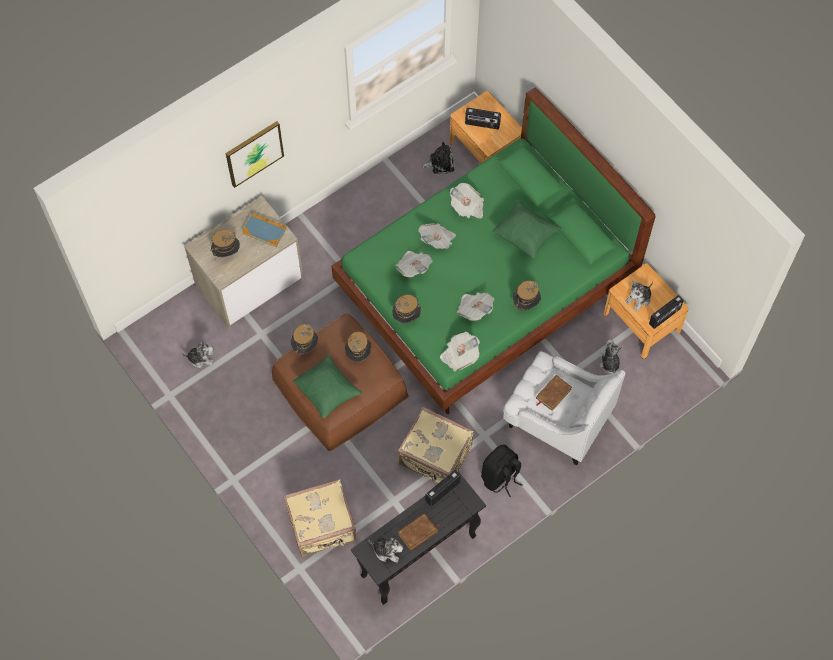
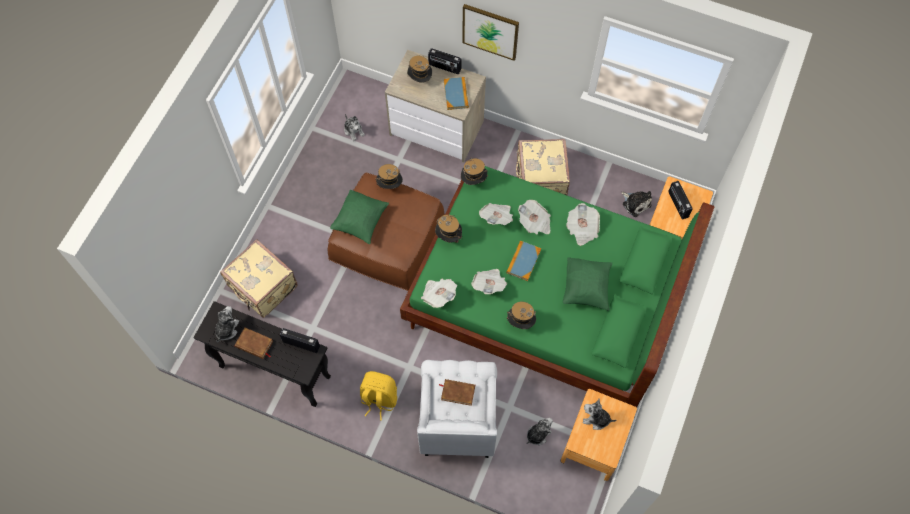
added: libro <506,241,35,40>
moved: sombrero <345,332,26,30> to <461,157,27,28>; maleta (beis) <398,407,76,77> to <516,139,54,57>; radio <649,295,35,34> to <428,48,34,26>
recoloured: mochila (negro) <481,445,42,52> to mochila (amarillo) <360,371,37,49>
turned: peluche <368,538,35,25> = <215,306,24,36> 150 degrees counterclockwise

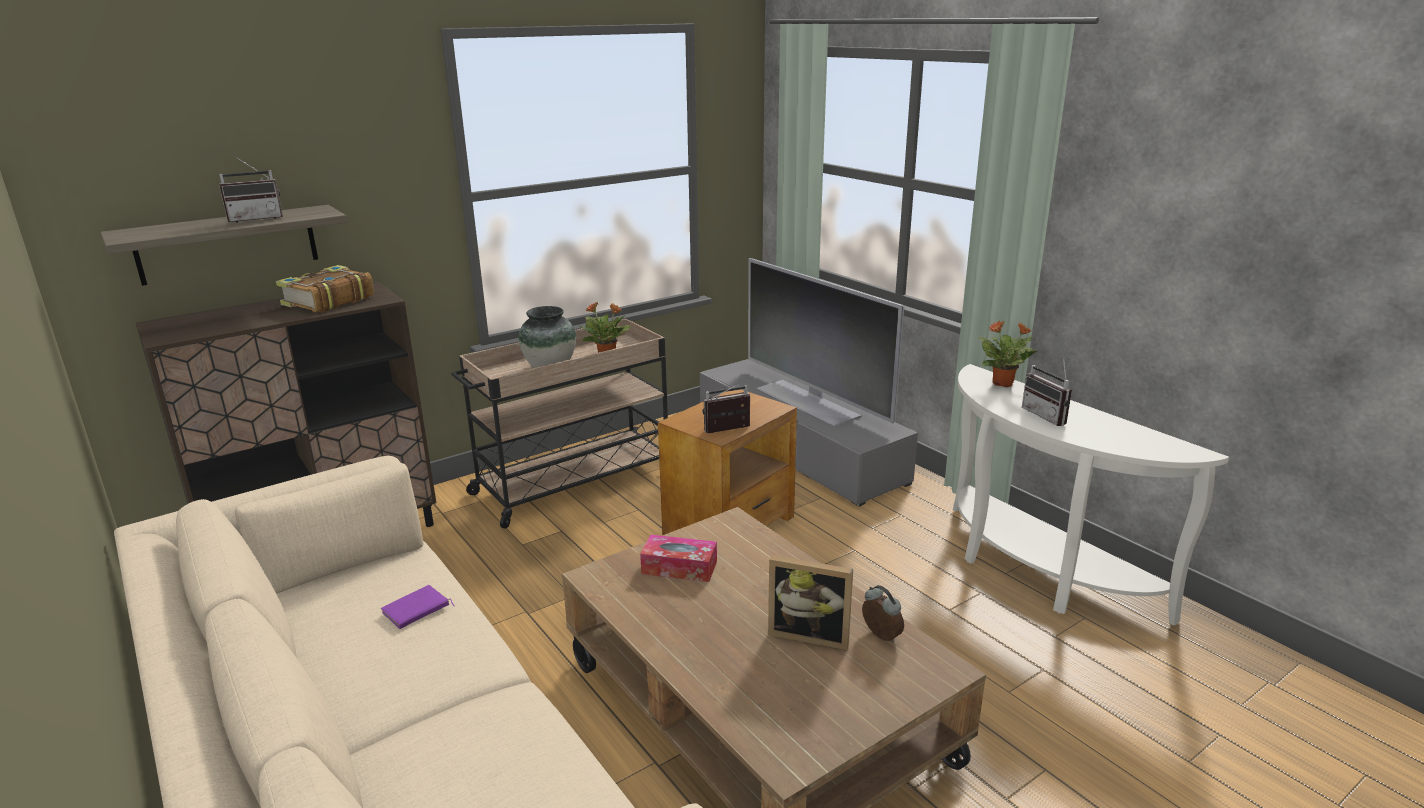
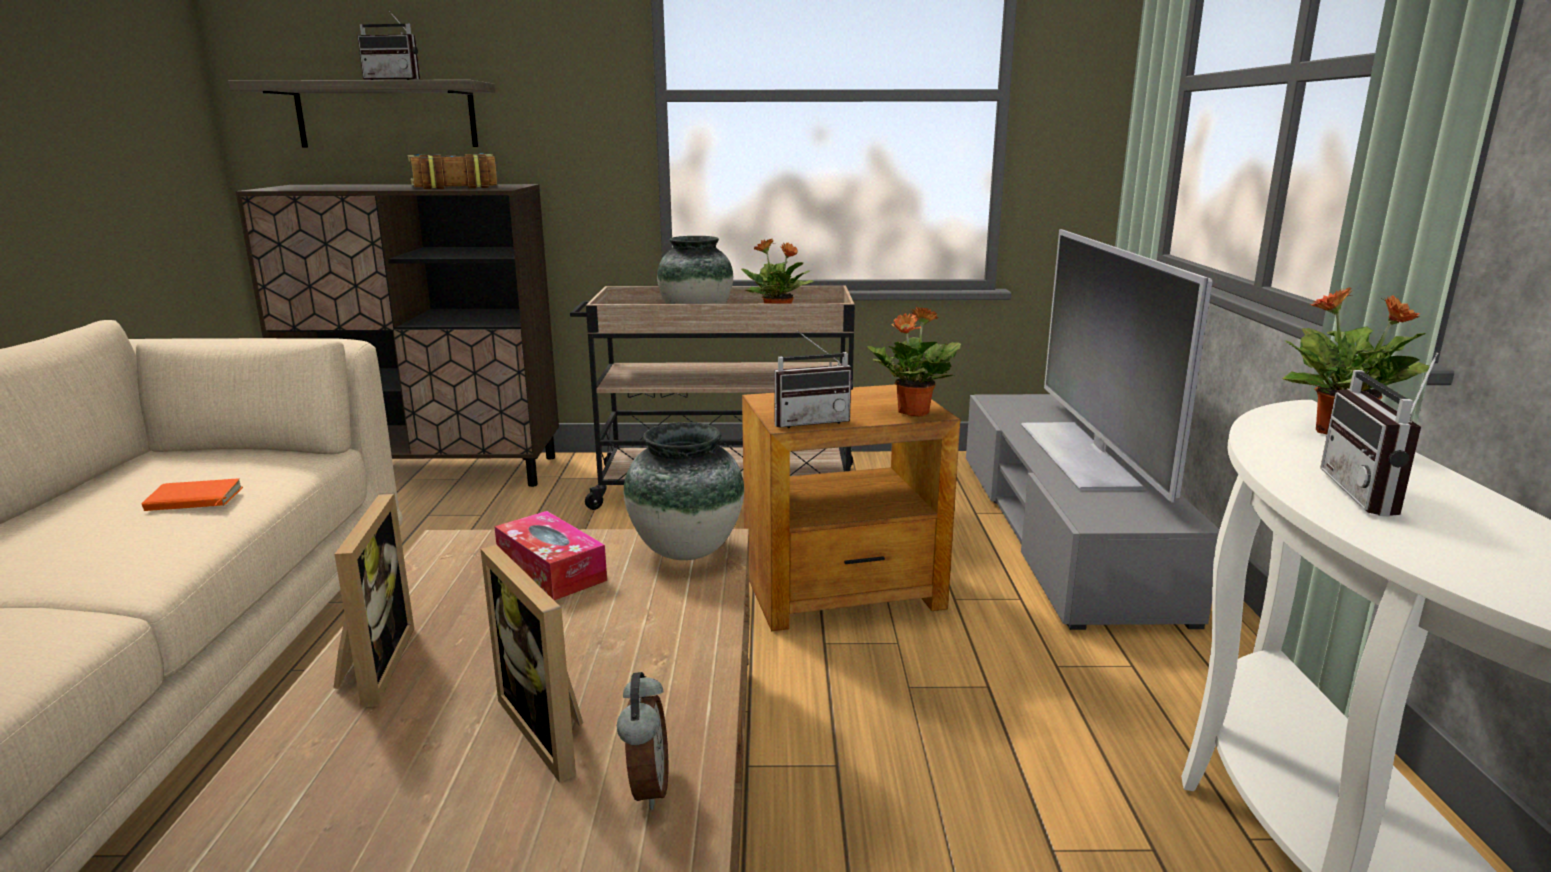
added: portarretratos <334,493,80,214>; florero <624,422,120,138>; planta en maceta <867,306,94,111>
recoloured: libro (morado) <381,585,73,44> to libro (naranja) <142,478,101,33>
turned: radio <702,384,48,49> = <774,330,79,98> 150 degrees clockwise

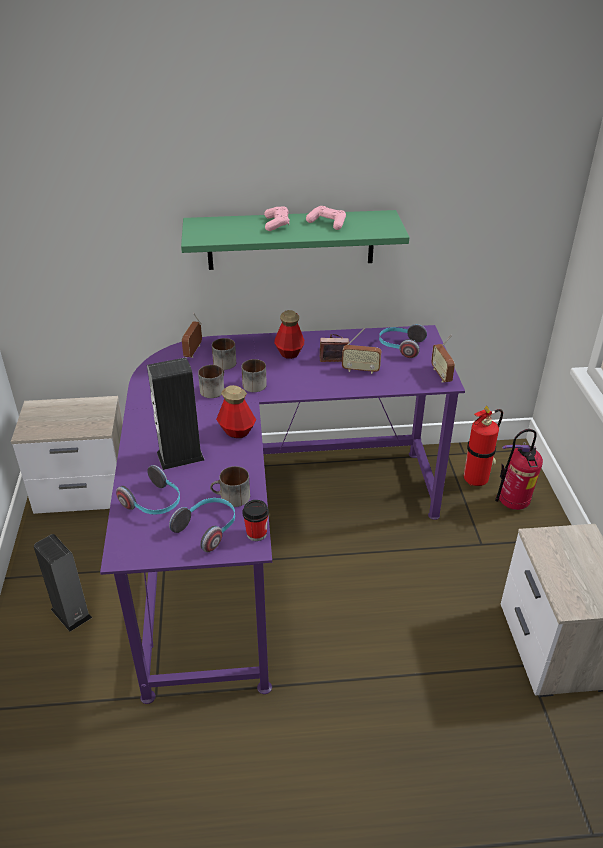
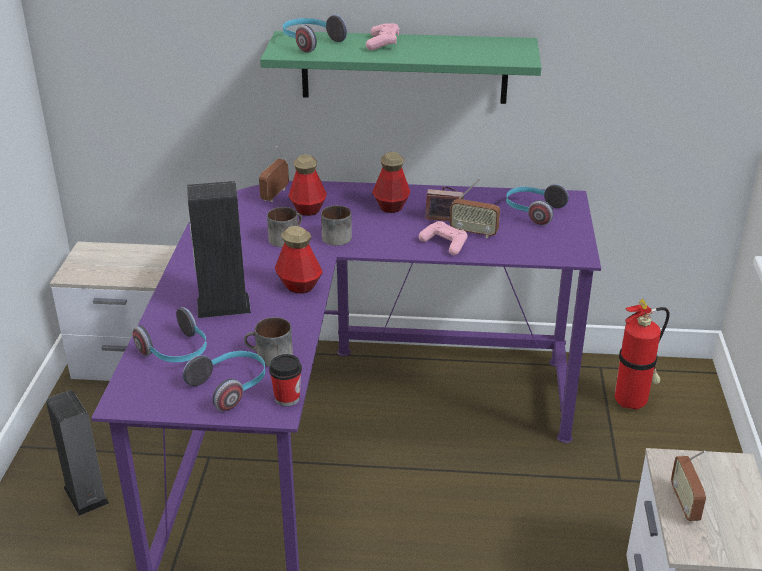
removed: extintor <495,429,48,81>
added: auriculares <283,15,64,38>
moved: mando de consola (rosa) <306,206,40,24> to <419,221,49,34>; radio <431,335,24,48> to <671,450,35,71>
replaced: taza grande <212,338,24,32> to botella <289,154,38,62>

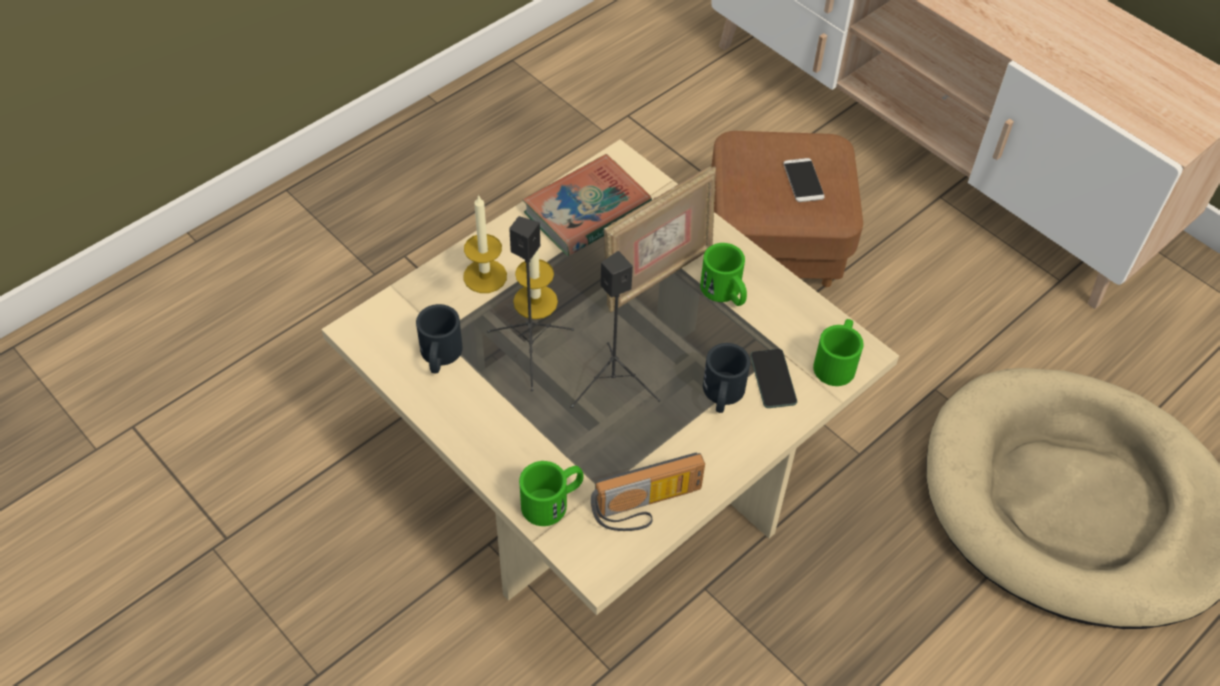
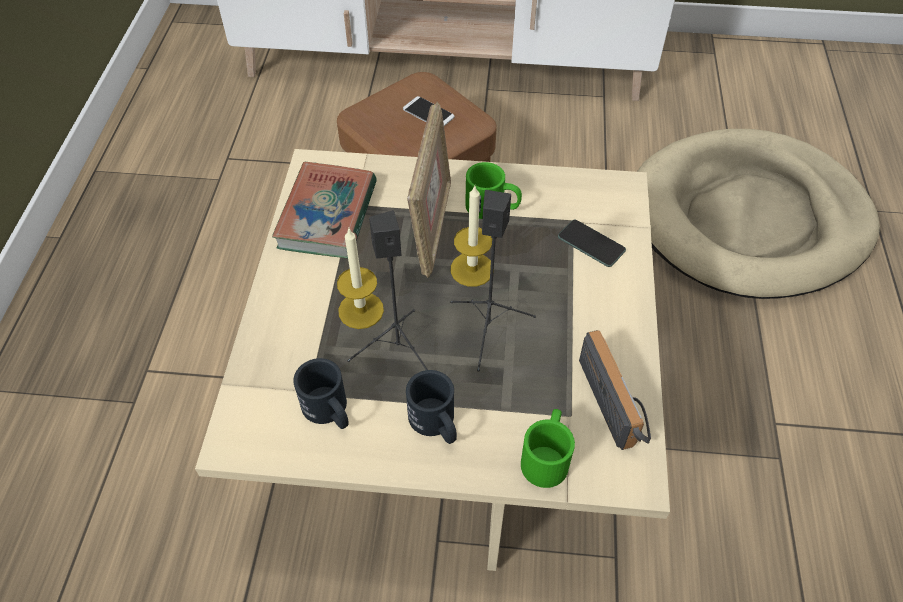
removed: taza grande (verde) <813,319,51,67>
moved: vela <463,194,44,99> to <451,186,43,101>; taza grande (negro) <703,343,47,70> to <406,370,51,74>
turned: radio <591,453,114,78> = <579,330,72,120> 45 degrees counterclockwise

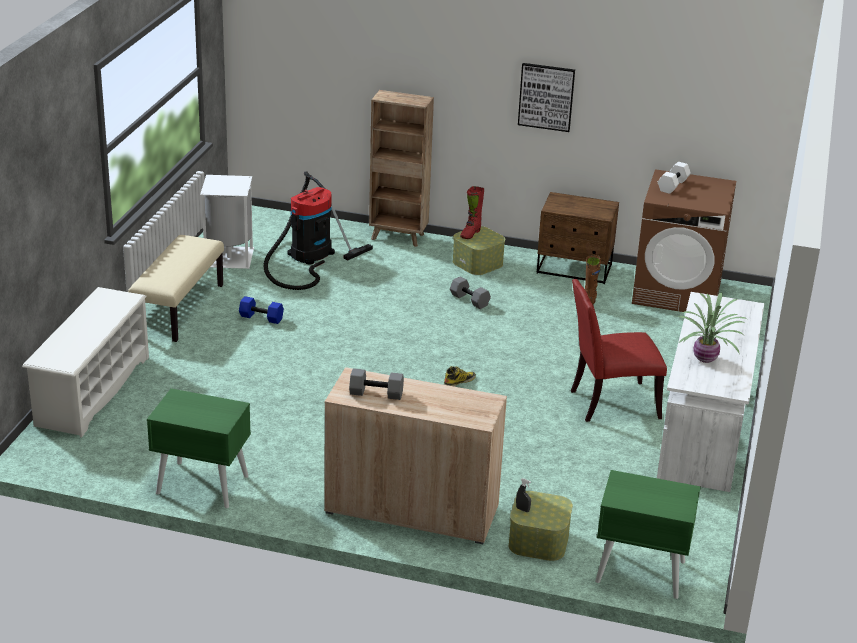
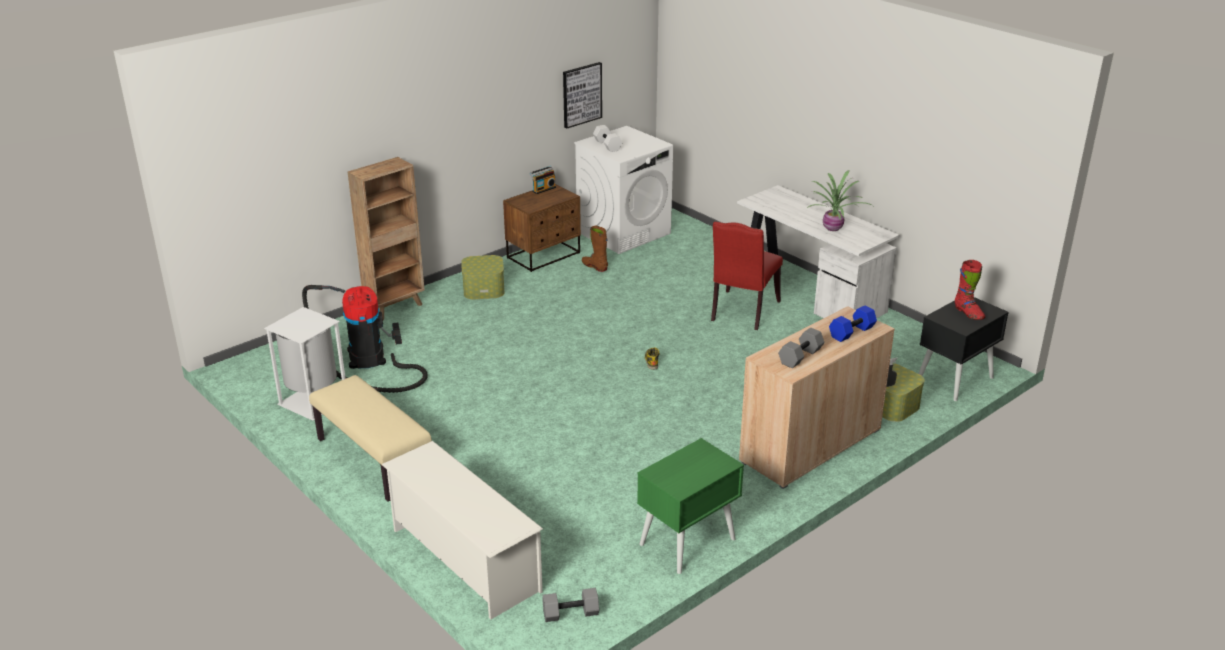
added: radio <530,166,26,28>
moved: mancuerna (azul) <239,296,45,28> to <829,305,48,37>; mancuerna (gris) <450,277,41,32> to <542,588,57,34>; bota (rojo) <460,186,24,53> to <955,260,30,60>; cuadro <518,63,57,69> to <563,62,39,67>
recoloured: mesita de noche (verde) <595,470,106,129> to mesita de noche (negro) <919,297,90,104>; lavadora (marrón) <632,169,104,143> to lavadora (blanco) <574,126,99,128>

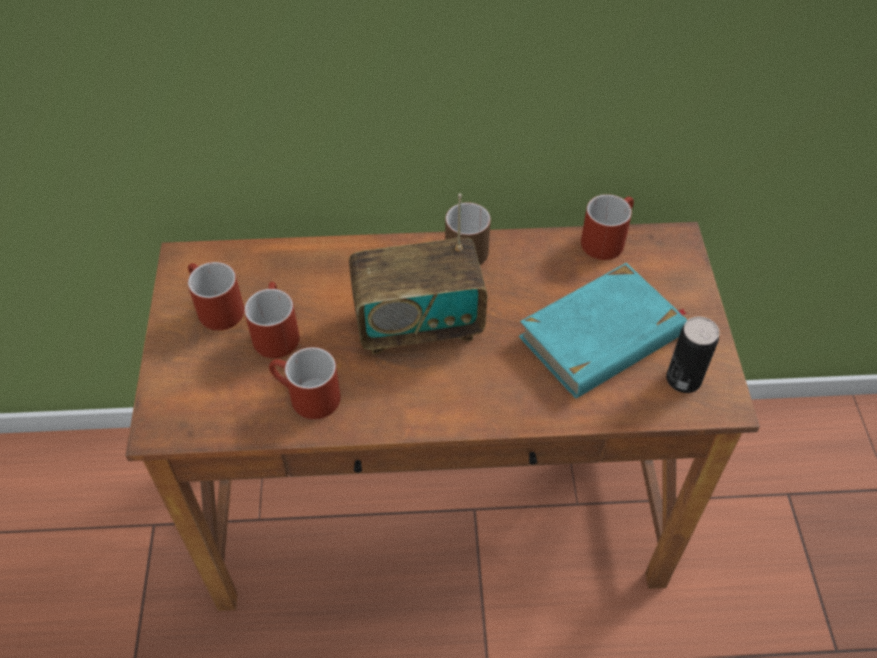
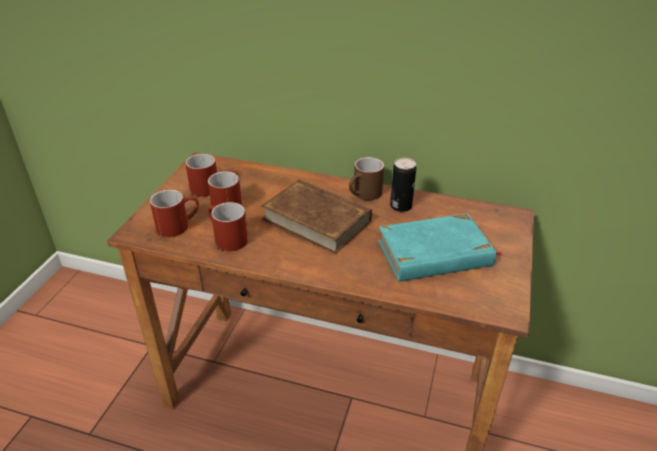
moved: taza grande (rojo) <581,194,53,66> to <150,190,49,47>; lata <666,317,53,76> to <390,158,26,54>
replaced: radio <349,193,138,161> to libro (marrón) <261,179,111,75>

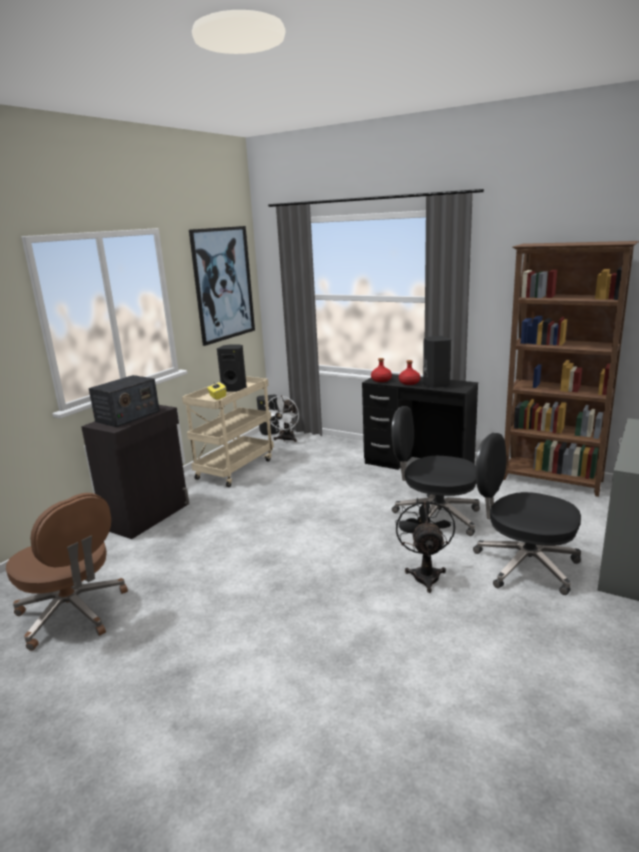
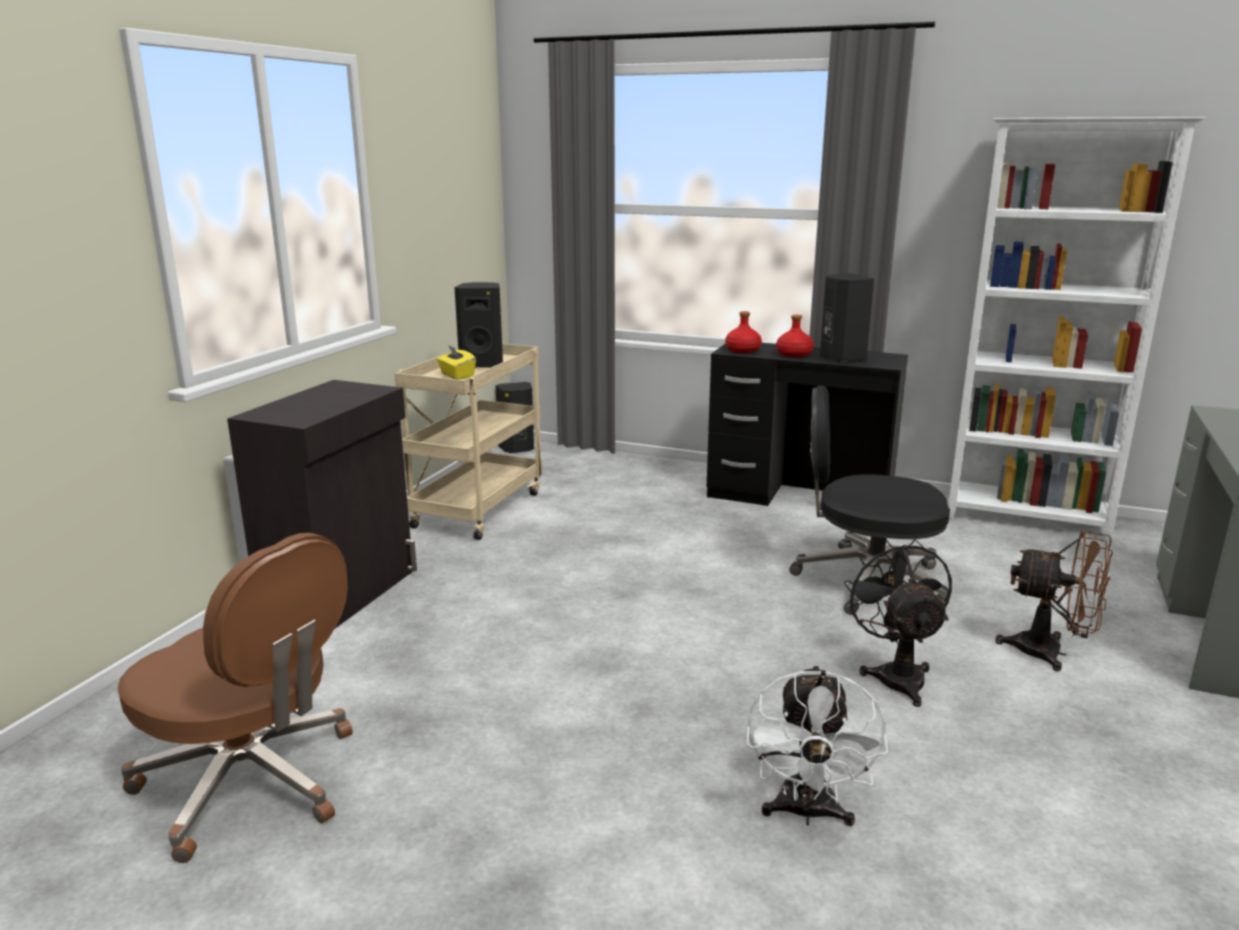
removed: radio <89,375,71,52>; cuadro <189,226,66,120>
moved: ventilador (blanco) <268,396,31,46> to <747,665,141,161>
replaced: silla de oficina (negro) <473,433,108,162> to ventilador (marrón) <995,530,118,142>
recoloured: estantería (marrón) <503,241,136,256> to estantería (blanco) <948,117,257,424>

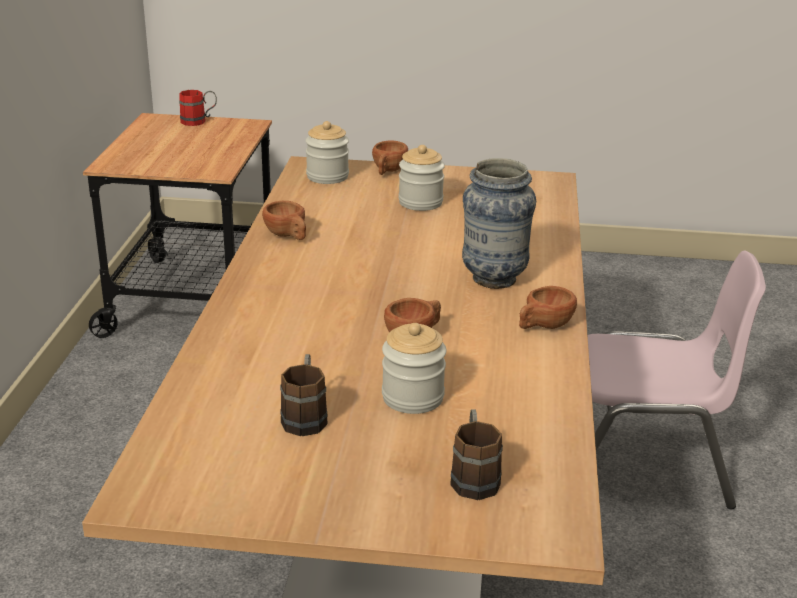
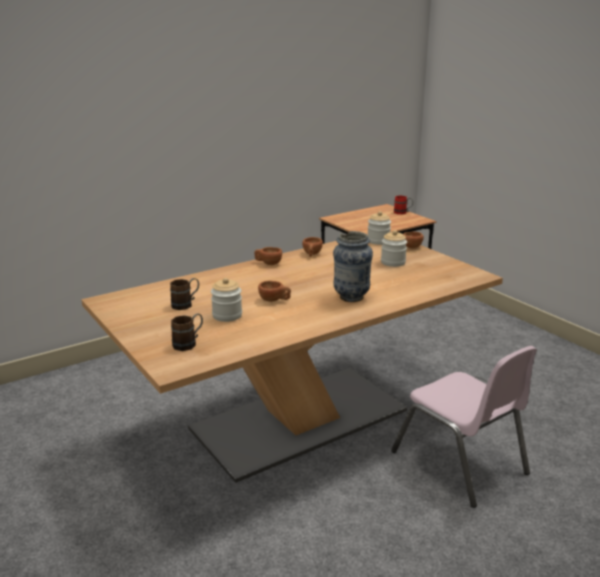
moved: taza (marrón) <519,286,58,43> to <254,247,28,18>

